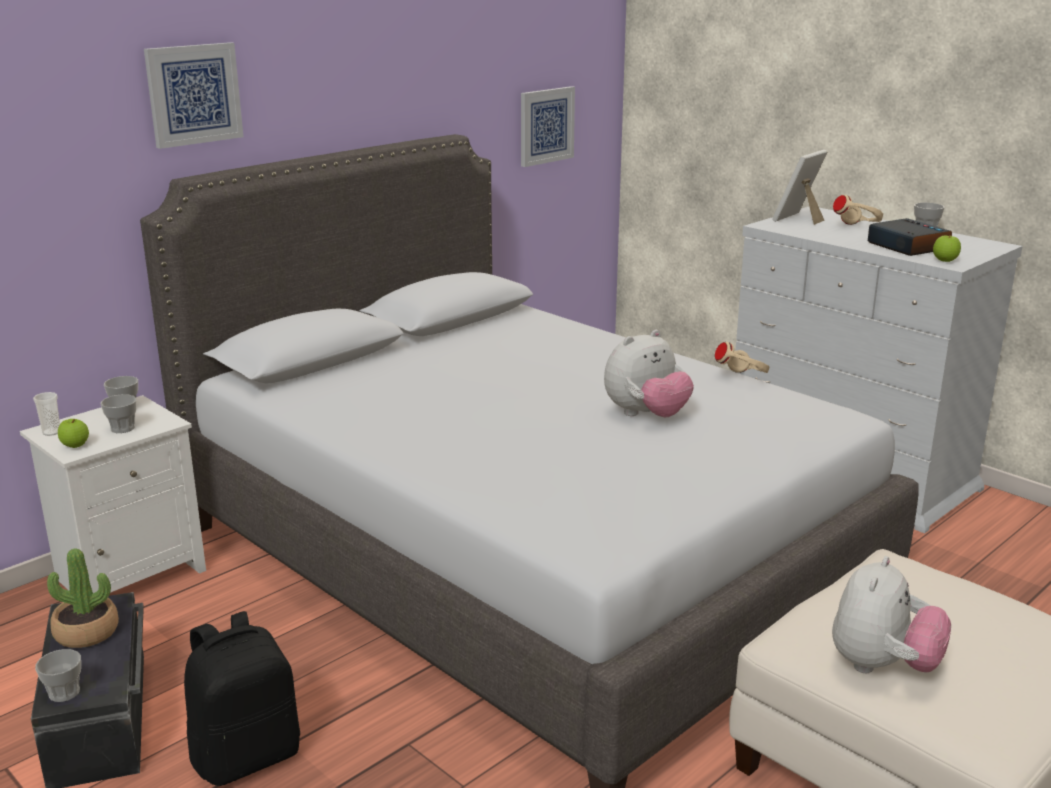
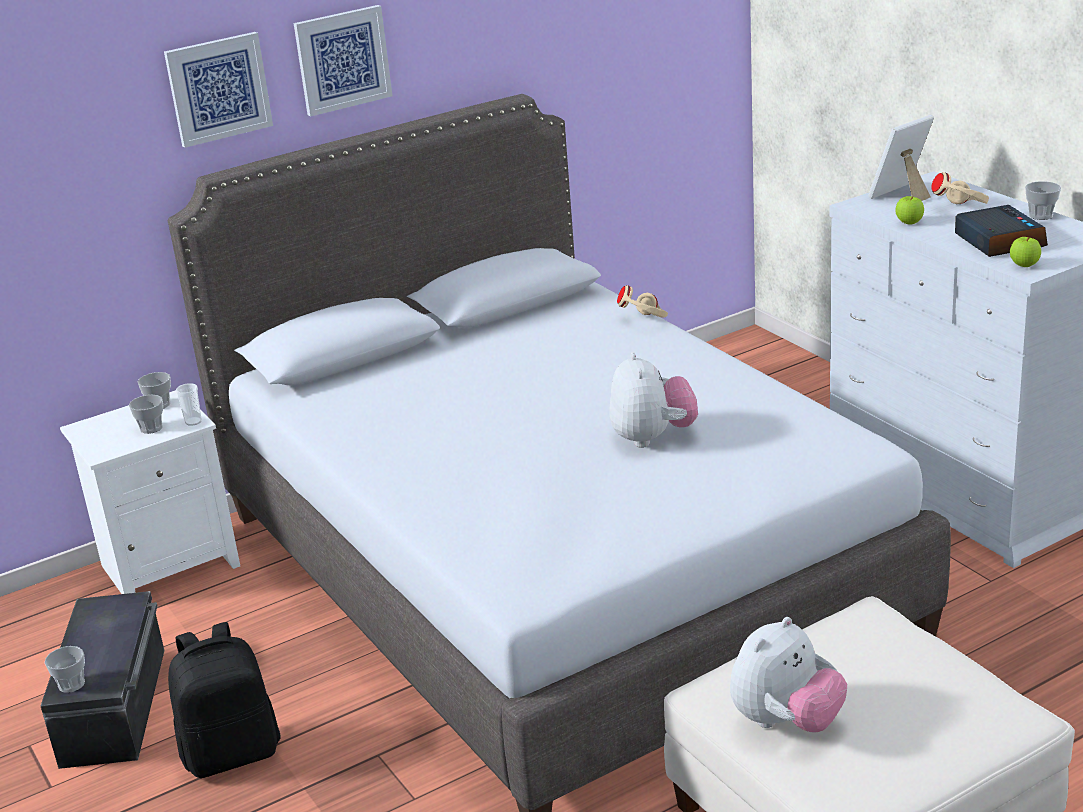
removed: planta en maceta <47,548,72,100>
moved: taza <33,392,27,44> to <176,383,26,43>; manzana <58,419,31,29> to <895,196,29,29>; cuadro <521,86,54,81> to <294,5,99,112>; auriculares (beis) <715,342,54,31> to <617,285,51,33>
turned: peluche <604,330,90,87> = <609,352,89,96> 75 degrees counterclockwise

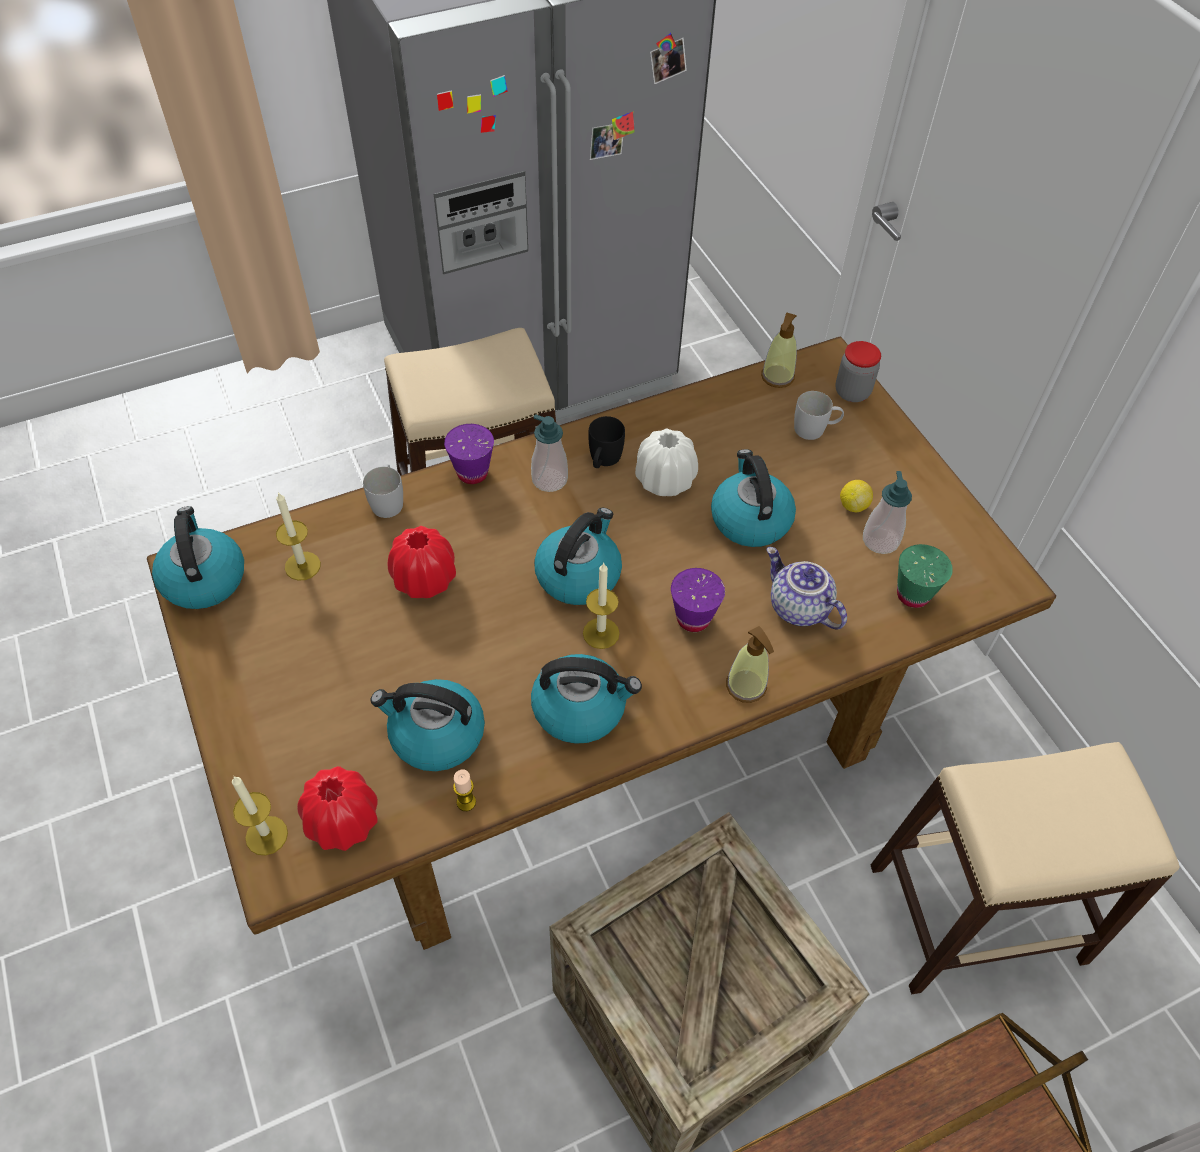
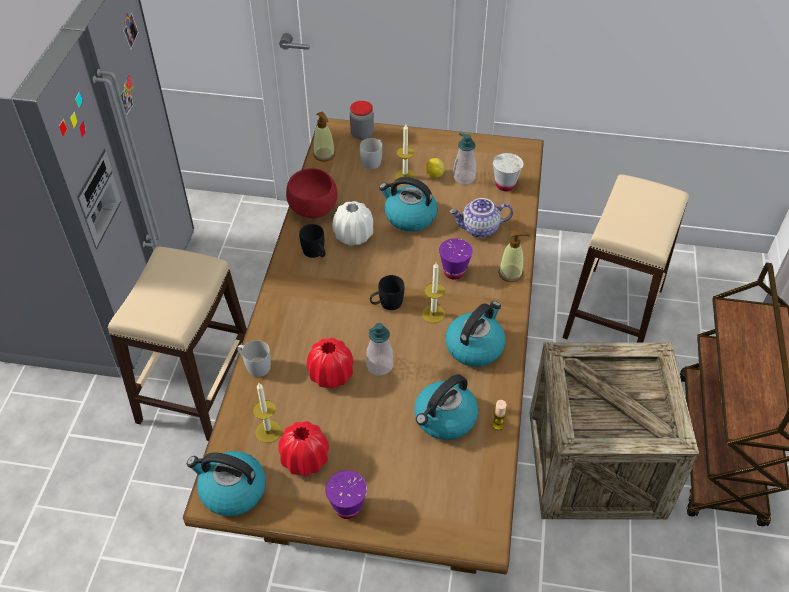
added: cuenco (rojo) <286,168,52,50>
moved: vela <232,776,56,79> to <395,124,20,55>; florero (rojo) <297,766,81,85> to <278,421,51,55>; taza (morado) <444,424,50,60> to <325,470,42,49>; dispensador de jabón <531,414,37,78> to <366,323,27,52>
replaced: hervidor <534,508,88,97> to taza grande (negro) <370,275,34,35>
recoloured: taza (verde) <897,544,56,64> to taza (blanco) <493,153,30,38>

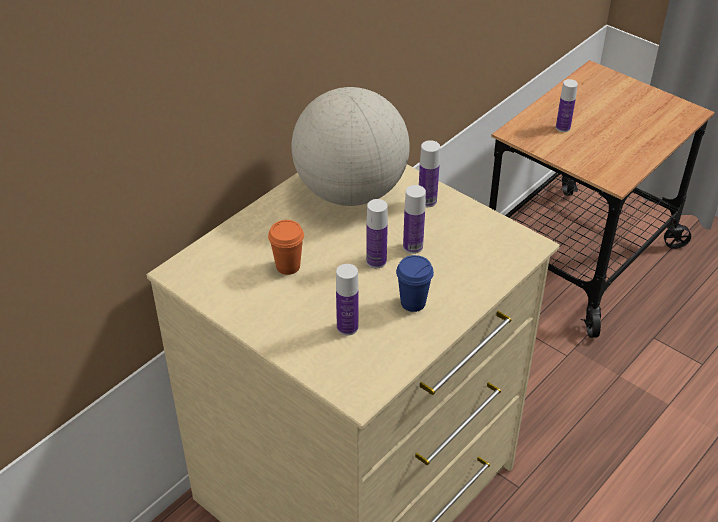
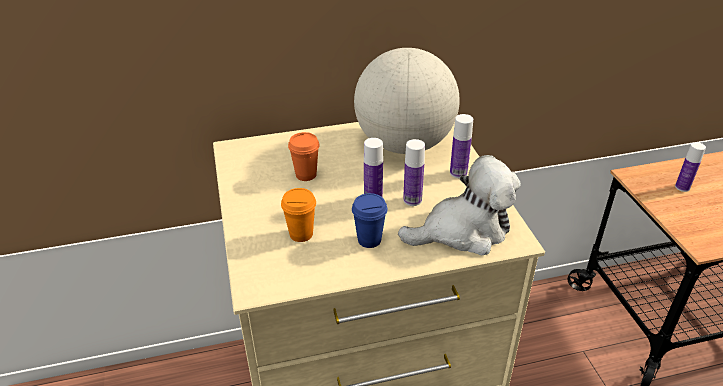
added: peluche <398,155,123,101>
replaced: botella <336,264,23,71> to taza (naranja) <281,188,35,54>

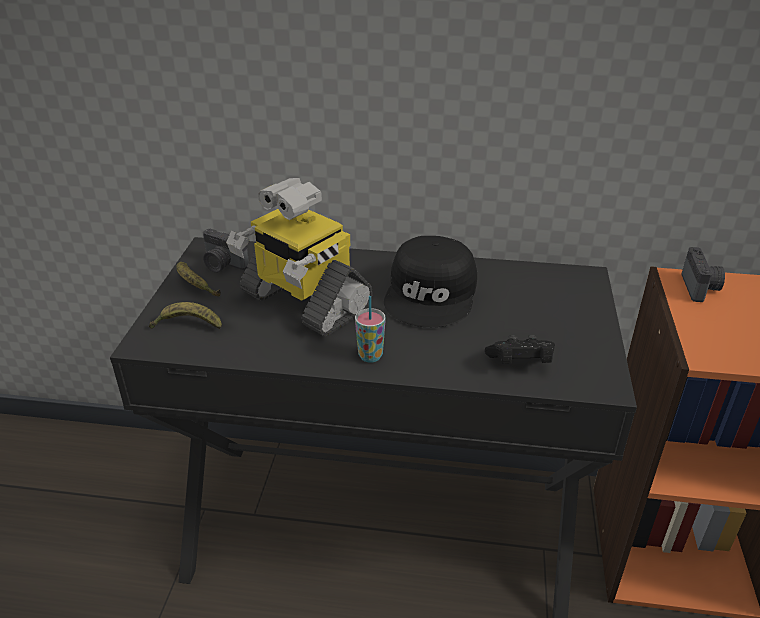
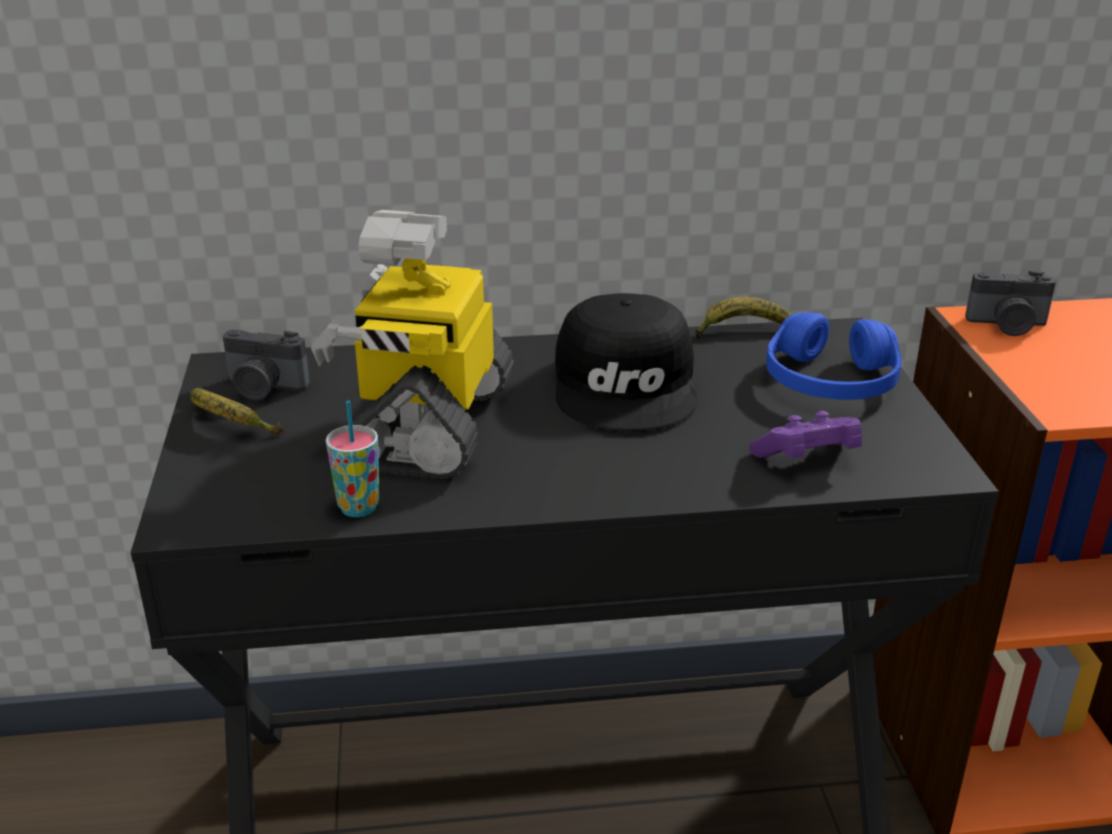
added: auriculares (azul) <766,312,136,88>
moved: plátano <149,302,73,27> to <695,297,96,42>; taza <355,296,31,67> to <326,401,53,116>
recoloured: mando de consola (negro) <485,335,70,29> to mando de consola (morado) <749,411,113,47>
turned: robot de juguete <227,178,146,159> = <311,210,203,269> 75 degrees clockwise; cámara <681,247,44,55> = <965,271,91,65> 105 degrees clockwise

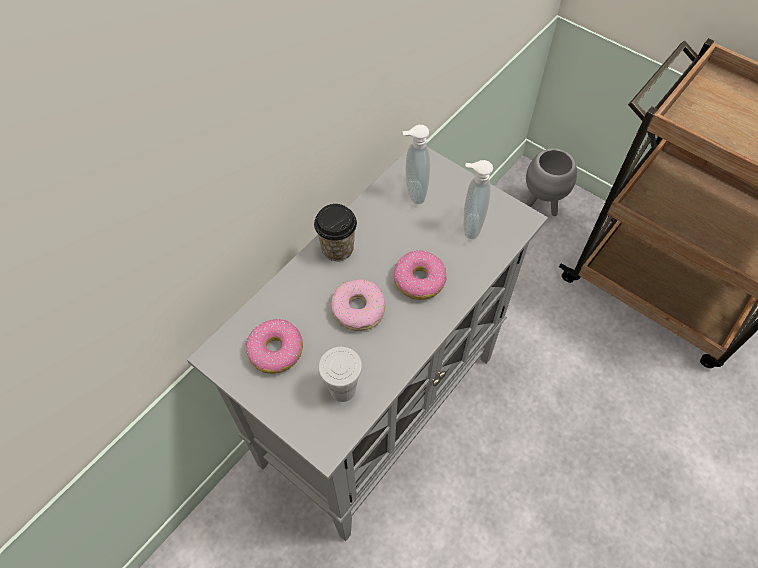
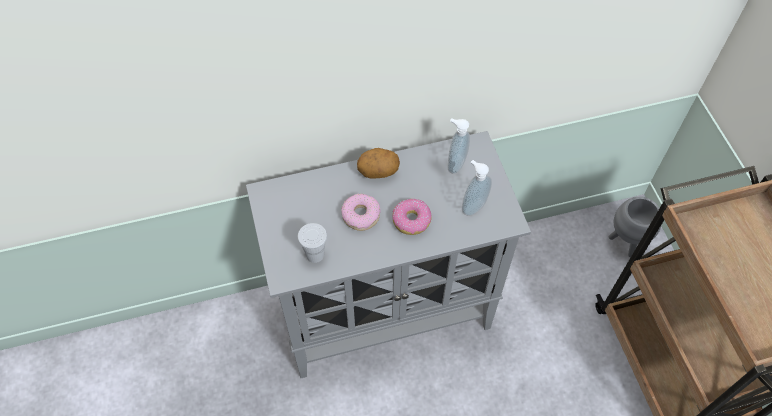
removed: rosquilla <245,319,58,55>
replaced: taza <314,204,43,57> to patata <357,148,43,30>

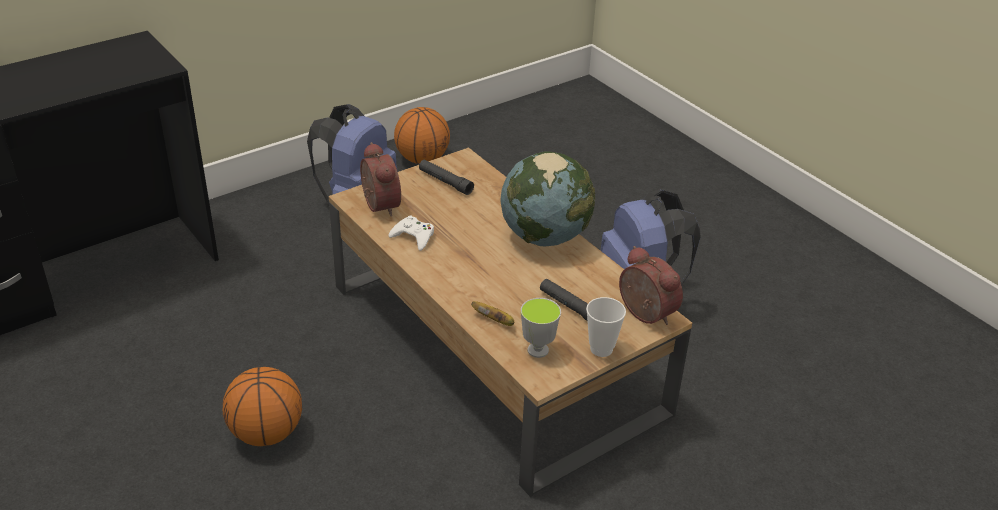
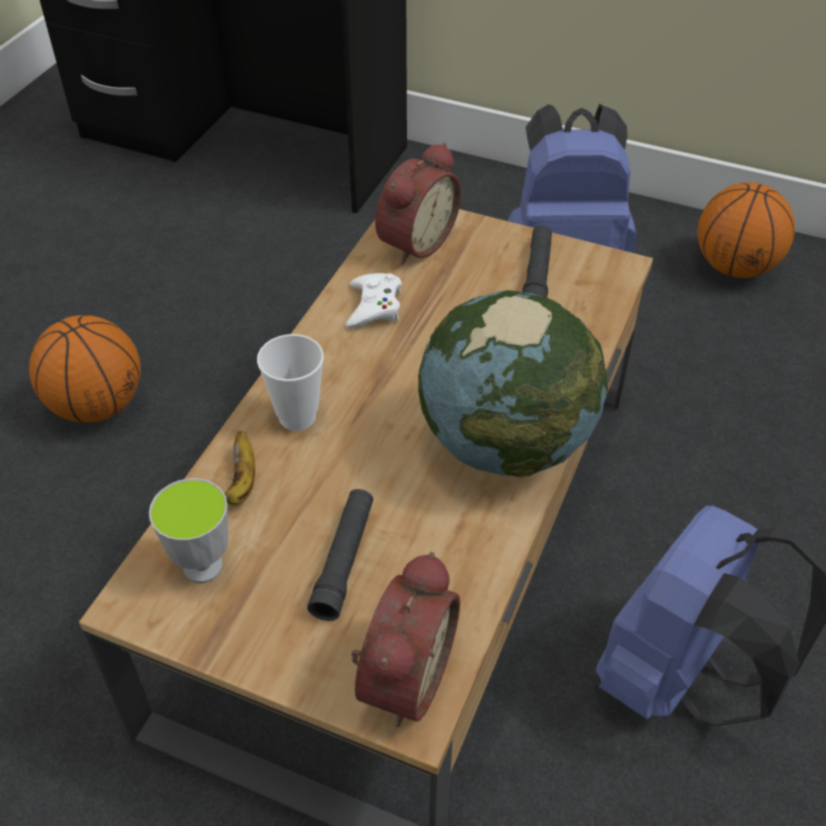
moved: taza <586,297,40,60> to <257,334,67,97>

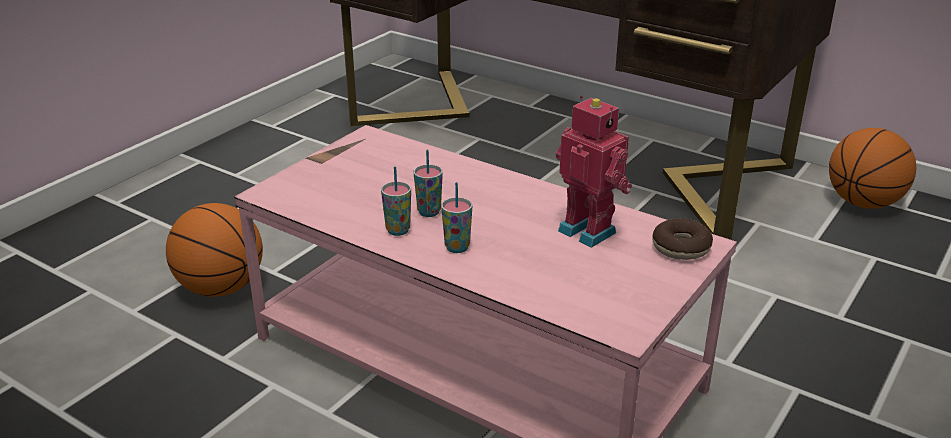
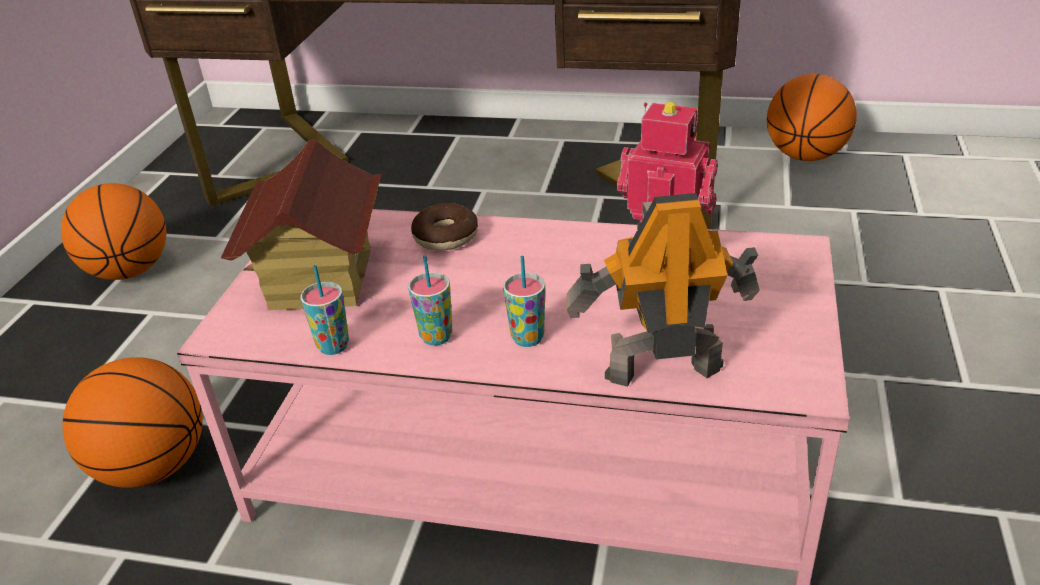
added: balón de baloncesto <61,183,105,97>; casita <221,140,160,170>; robot de juguete <567,193,193,194>
moved: taza <414,150,29,67> to <300,265,49,90>; rosquilla <652,218,61,42> to <411,203,67,48>

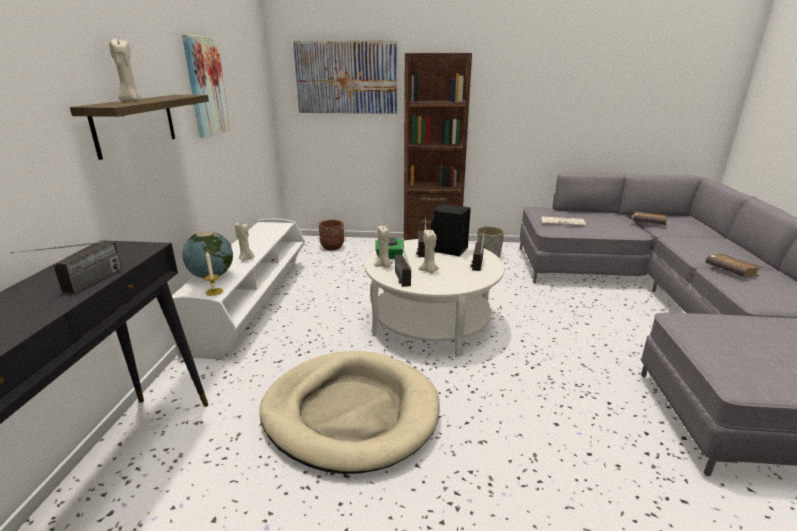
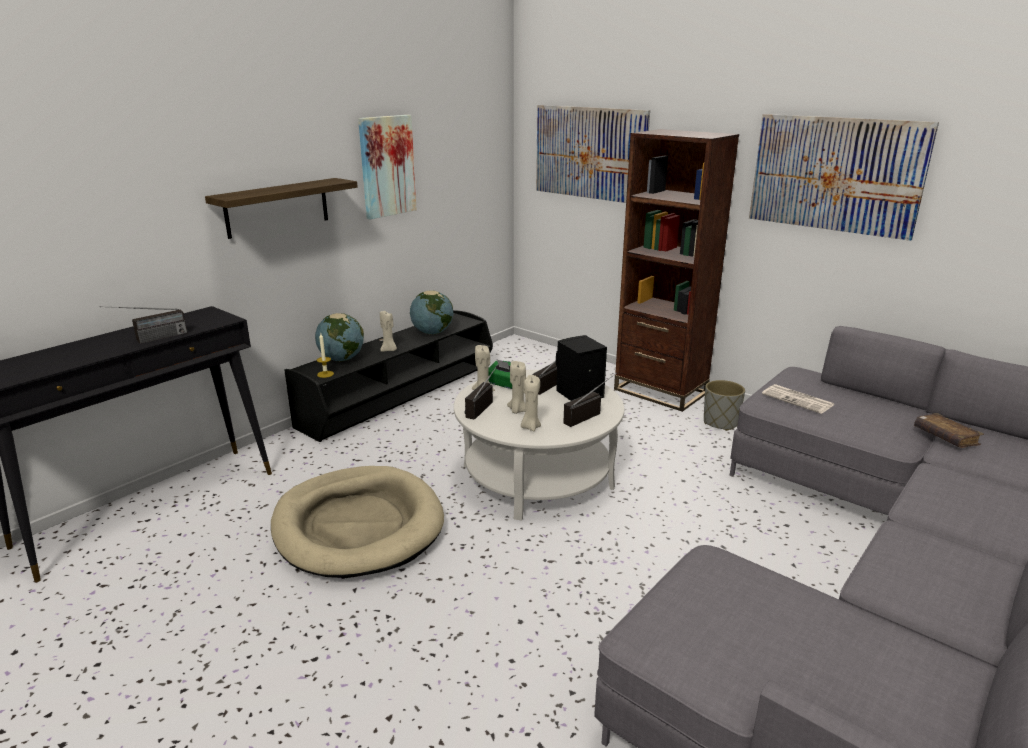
removed: maceta (marrón) <319,220,25,31>; libro (marrón) <706,254,56,23>
added: globo terráqueo <410,291,44,44>; cuadro <749,114,190,127>
moved: vela (beis) <109,37,33,64> to <521,375,20,56>
recoloured: mueble de televisión (blanco) <172,219,132,141> to mueble de televisión (negro) <284,310,209,132>

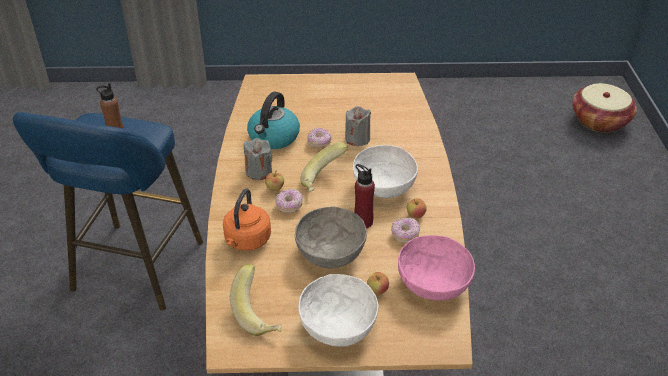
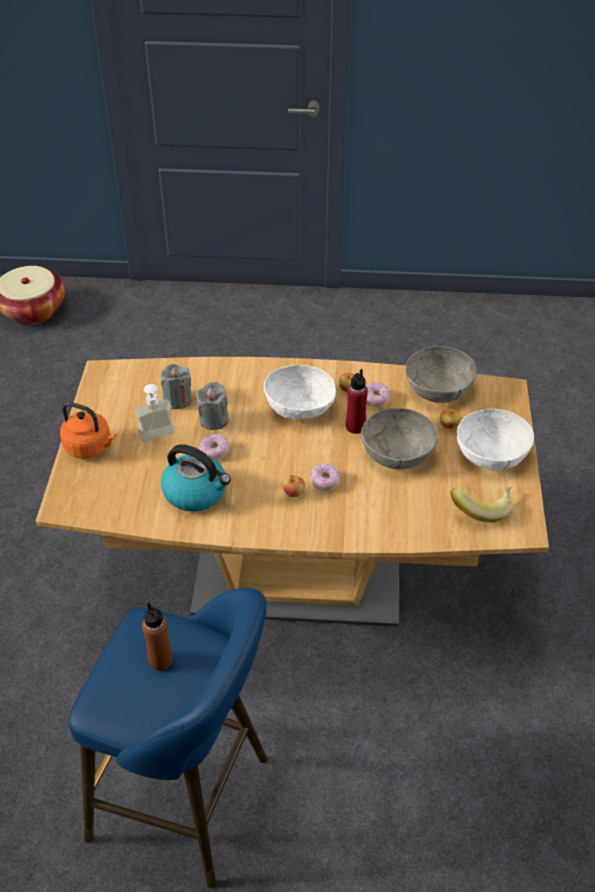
removed: plátano <300,142,48,50>
added: dispensador de jabón <135,384,40,59>
moved: hervidor (naranja) <223,188,48,63> to <60,402,56,57>; vela (gris) <244,138,28,42> to <161,364,31,45>
recoloured: cuenco (rosa) <398,235,77,66> to cuenco (gris) <405,346,72,57>

